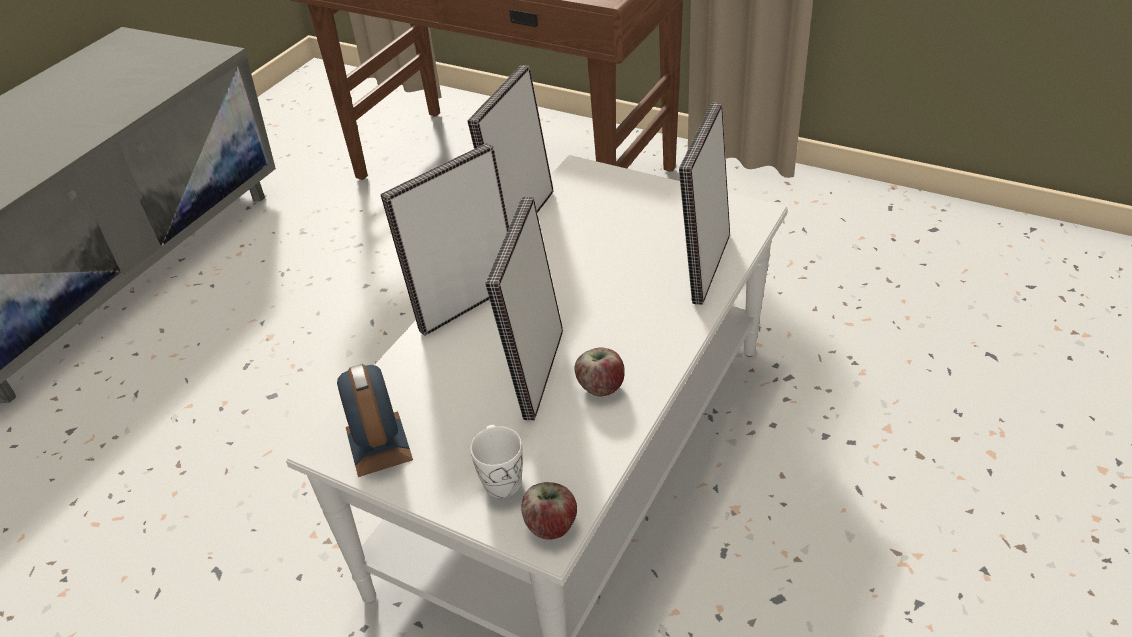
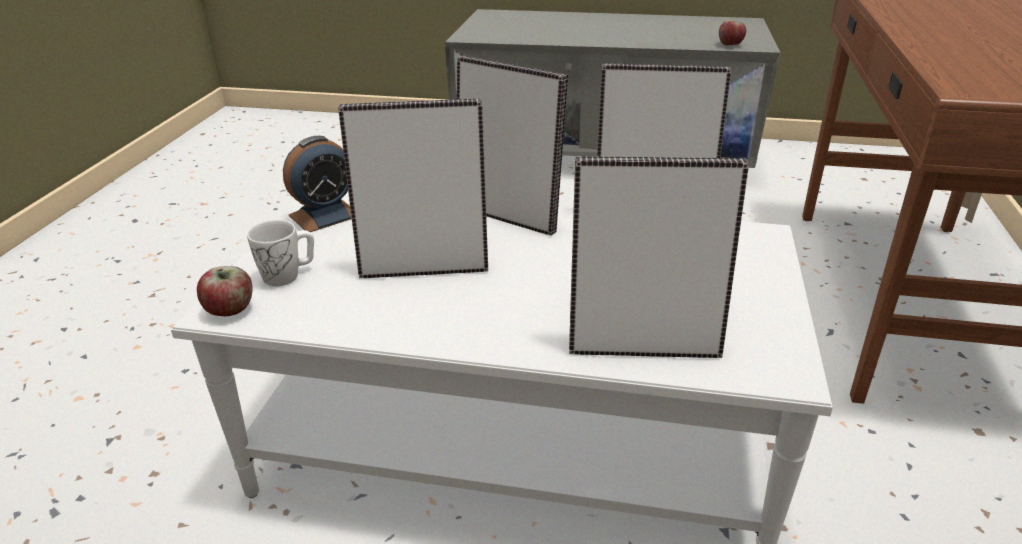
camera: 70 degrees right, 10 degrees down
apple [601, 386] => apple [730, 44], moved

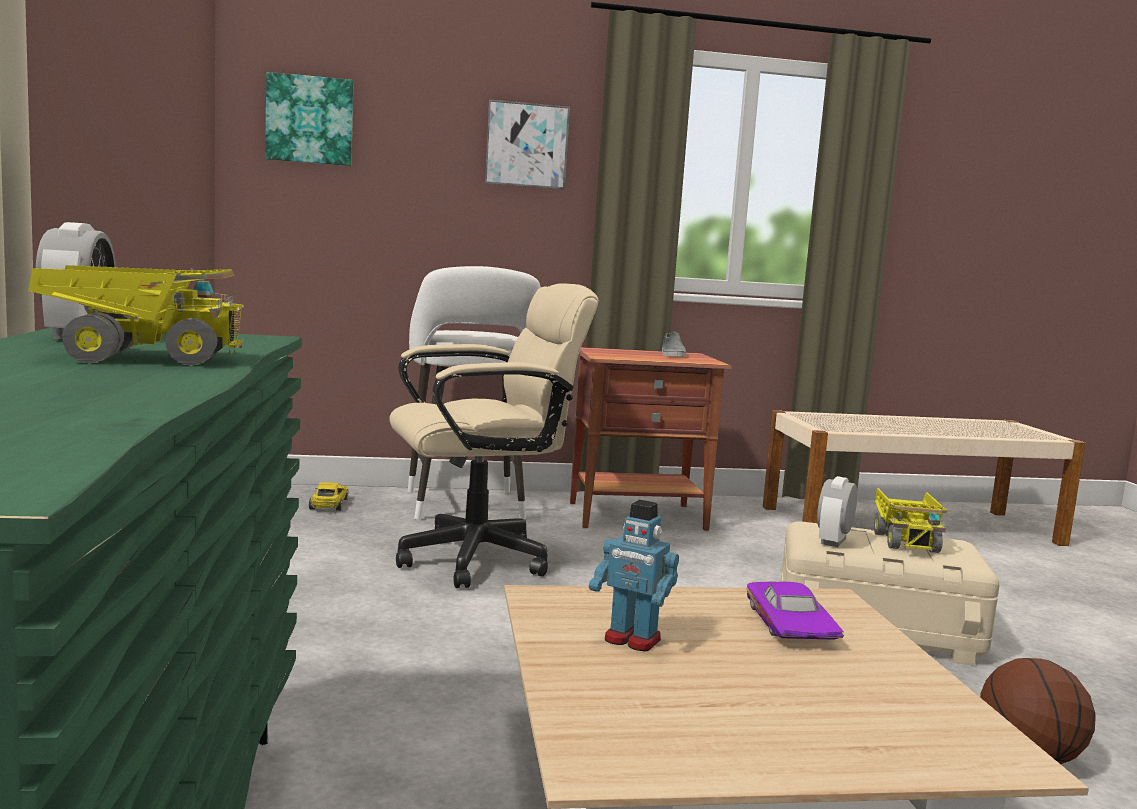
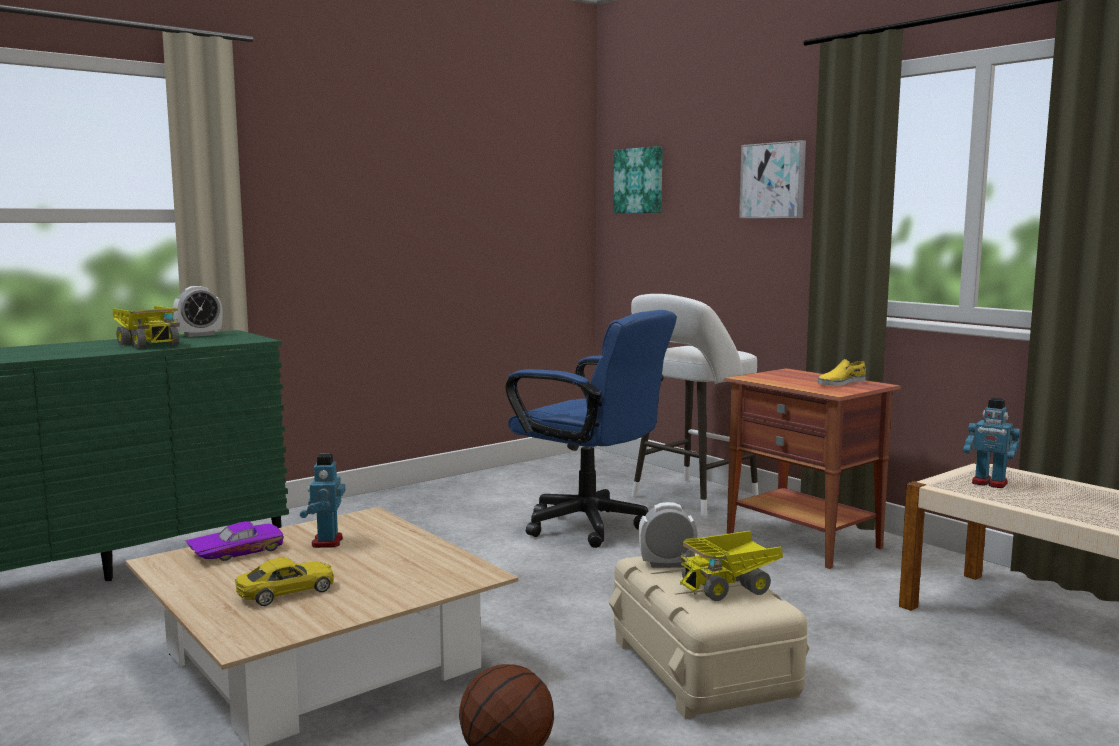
camera: 60 degrees right, 0 degrees up
nothing => toy robot [989, 483]
yellow toy car [329, 504] => yellow toy car [286, 592], moved
purple toy car [786, 626] => purple toy car [235, 551], moved
beige office chair [482, 560] => blue office chair [592, 528]
grey shoe [672, 355] => yellow shoe [840, 383]

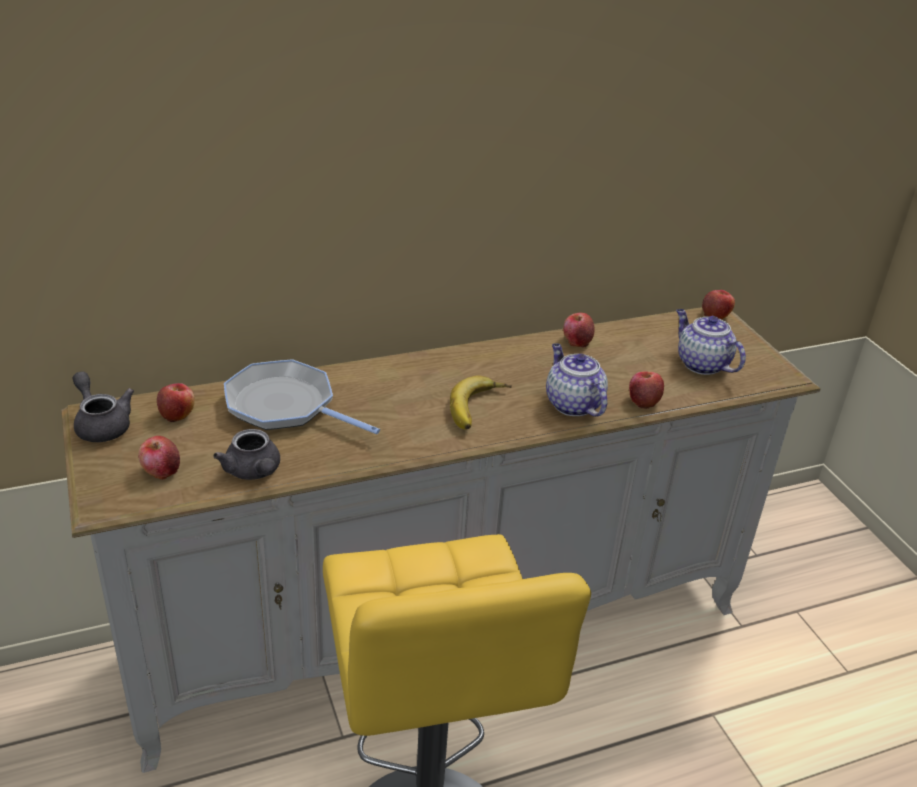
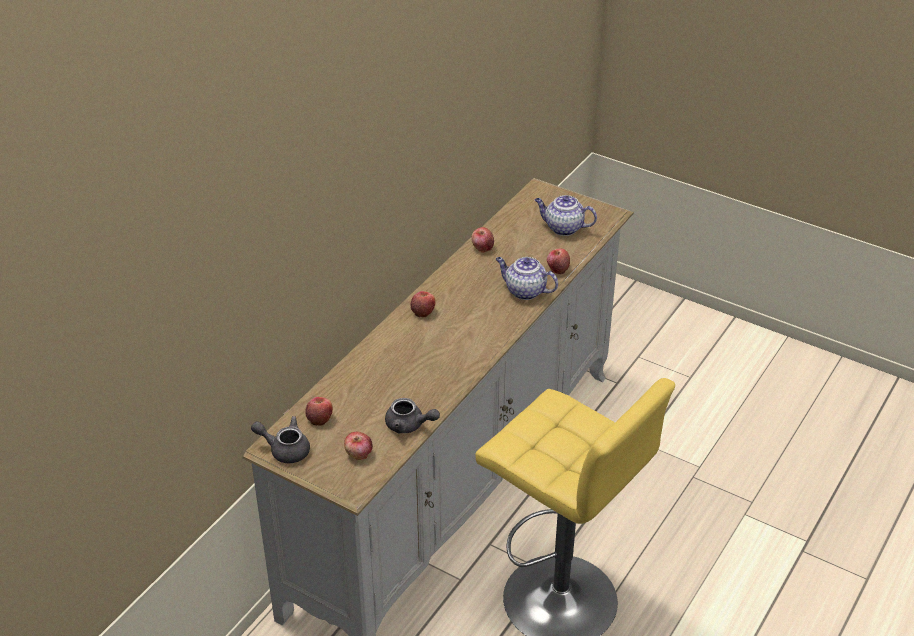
camera: 35 degrees left, 5 degrees up
frying pan [285, 406] => nothing
banana [480, 409] => nothing
apple [715, 315] => apple [423, 311], moved

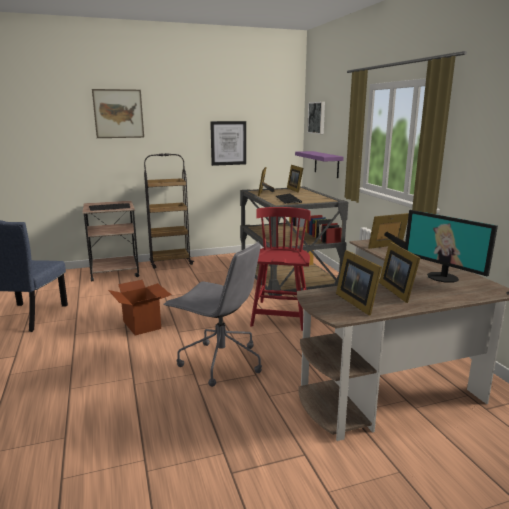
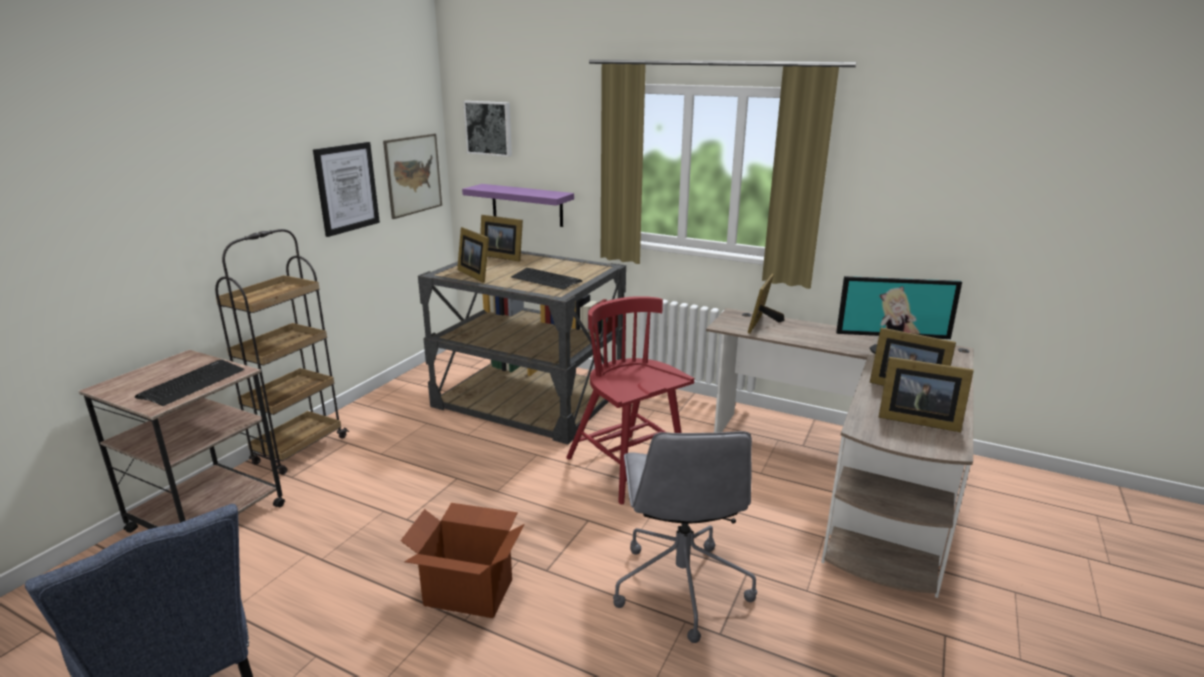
camera: 45 degrees left, 5 degrees up
picture [118, 114] => picture [413, 175], moved
grey office chair [218, 362] => grey office chair [679, 583], 105 degrees clockwise

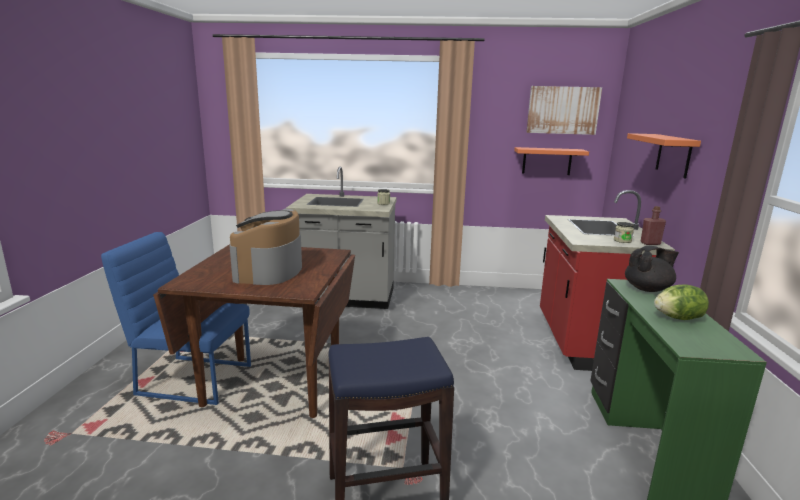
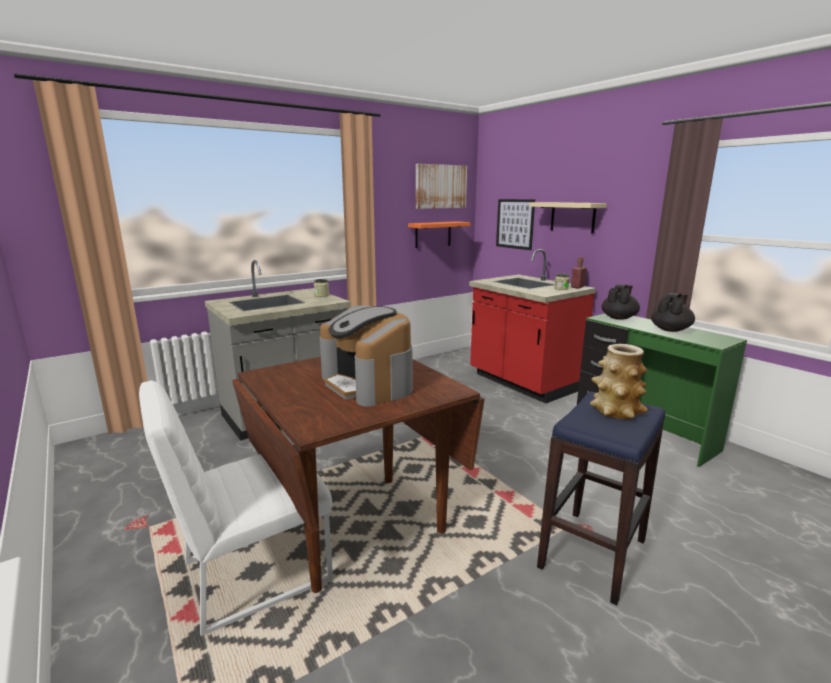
camera: 40 degrees left, 0 degrees up
nothing => picture [515, 224]
nothing => vase [615, 411]
lettuce [678, 318] => black teapot [670, 330]
blue chair [192, 378] => white chair [252, 572]
orange shelf [673, 155] => beige shelf [572, 217]

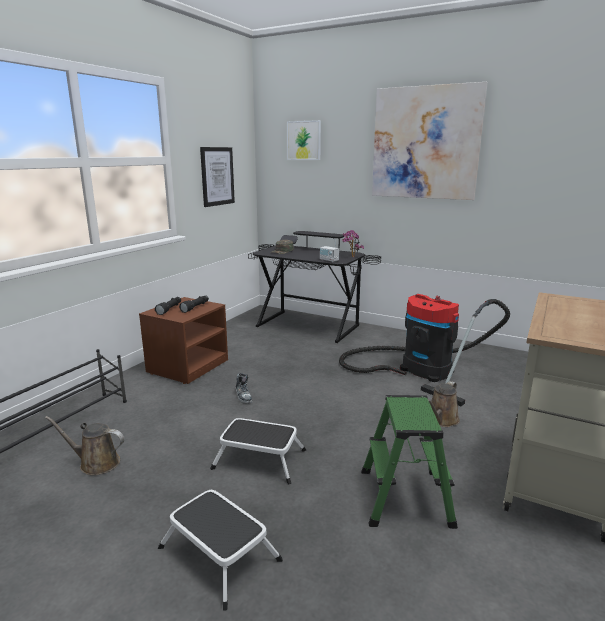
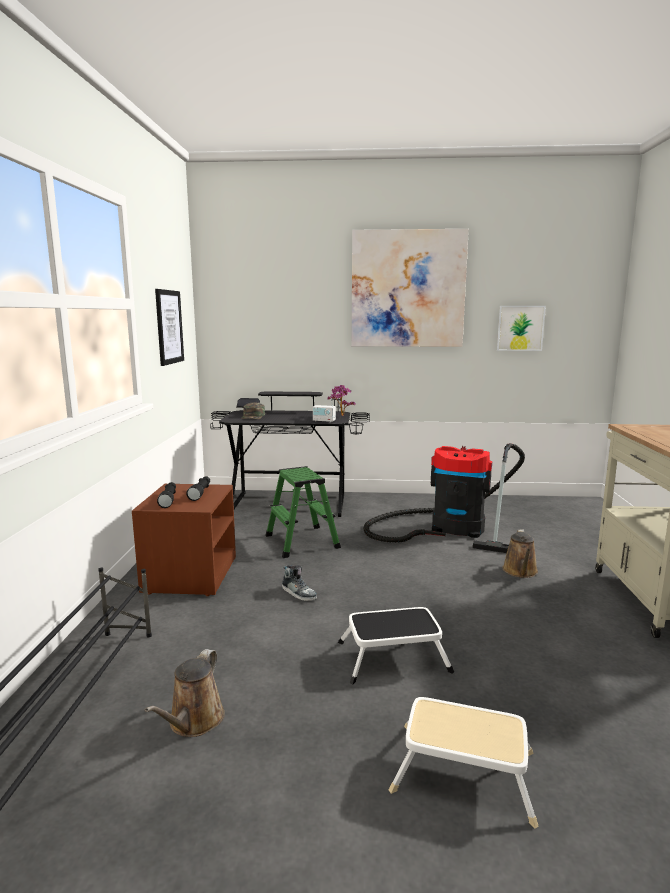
camera: 25 degrees left, 5 degrees down
picture [304, 140] => picture [520, 328], moved
green step ladder [405, 497] => green step ladder [302, 541], moved
black step ladder [219, 553] => beige step ladder [464, 770]
brown watering can [96, 463] => brown watering can [194, 722], 60 degrees counterclockwise

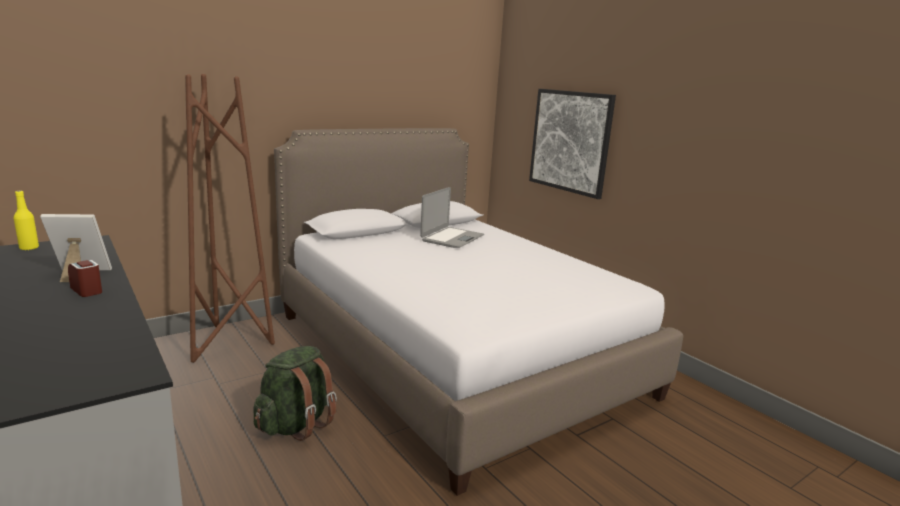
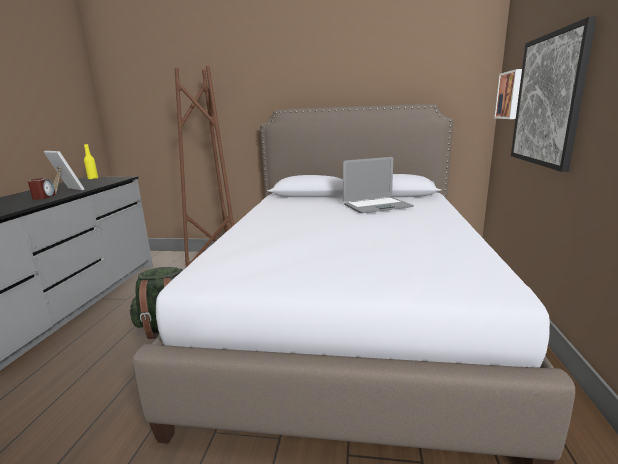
camera: 45 degrees right, 0 degrees up
nothing => picture [510, 95]

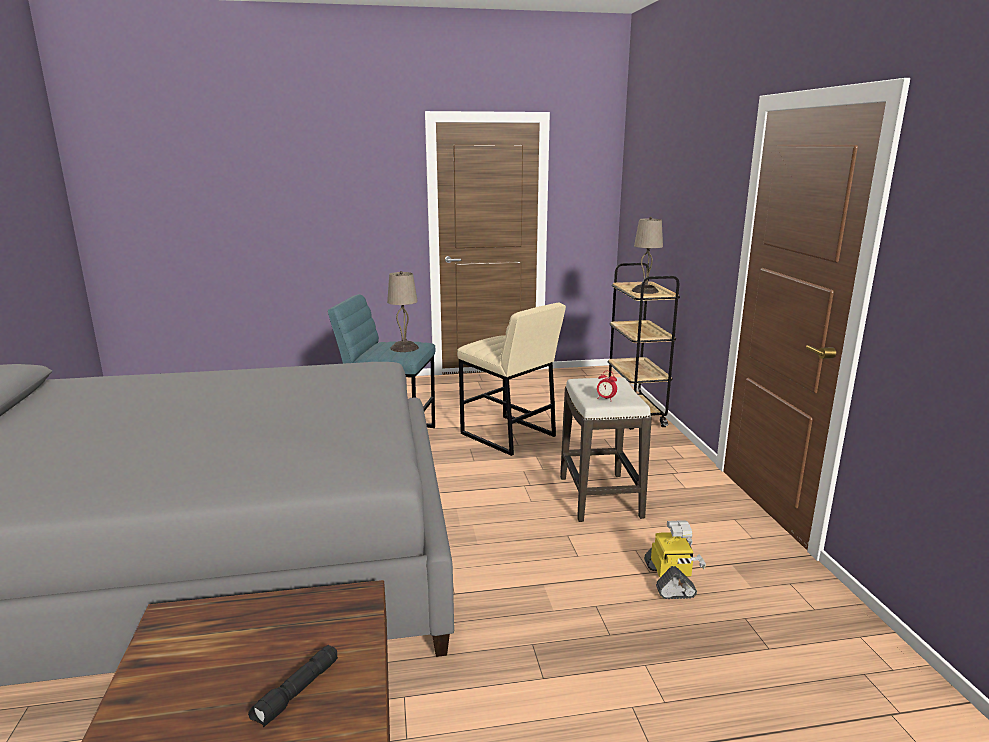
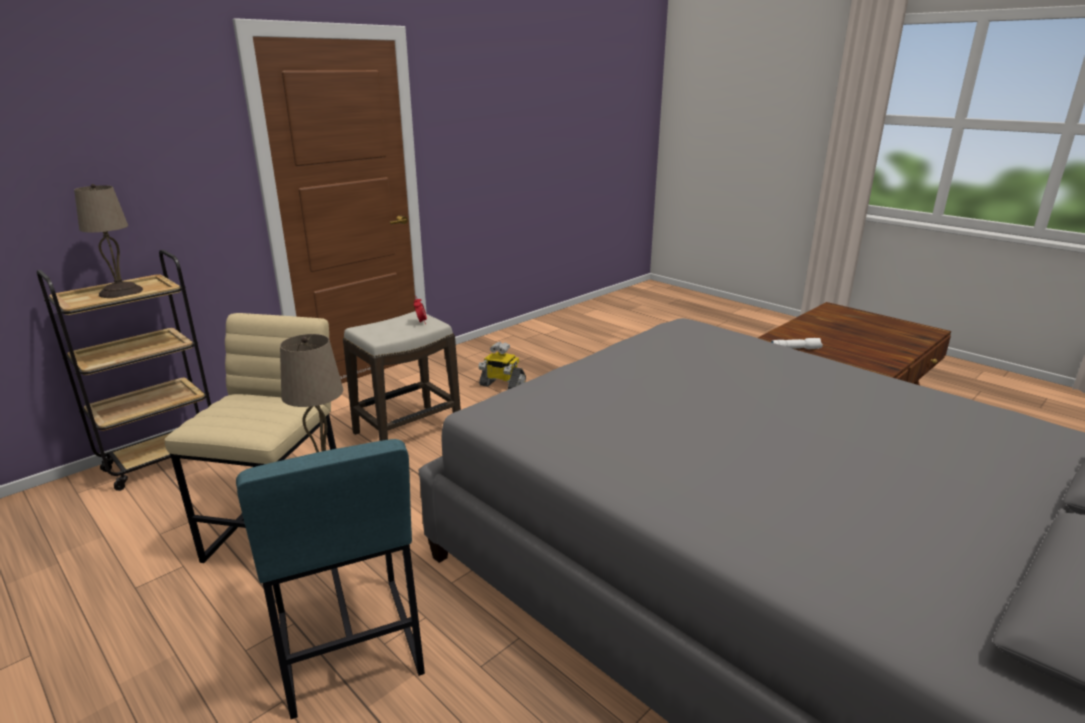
camera: 125 degrees left, 5 degrees up
black flashlight [297, 693] => white flashlight [795, 348]
toy robot [670, 581] => toy robot [502, 385], 120 degrees counterclockwise

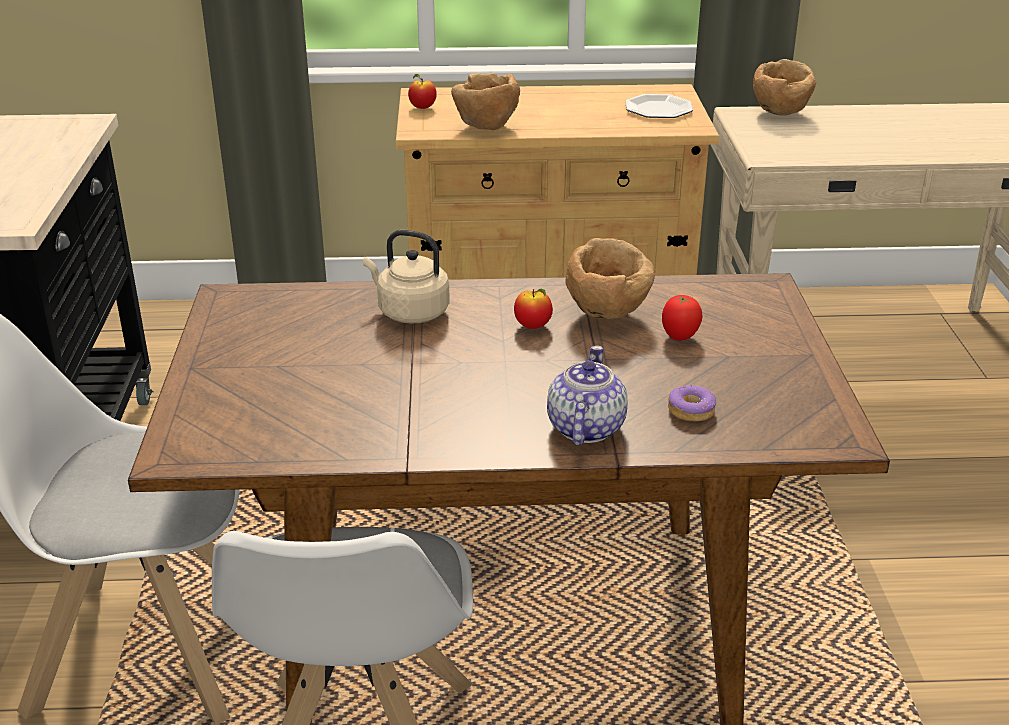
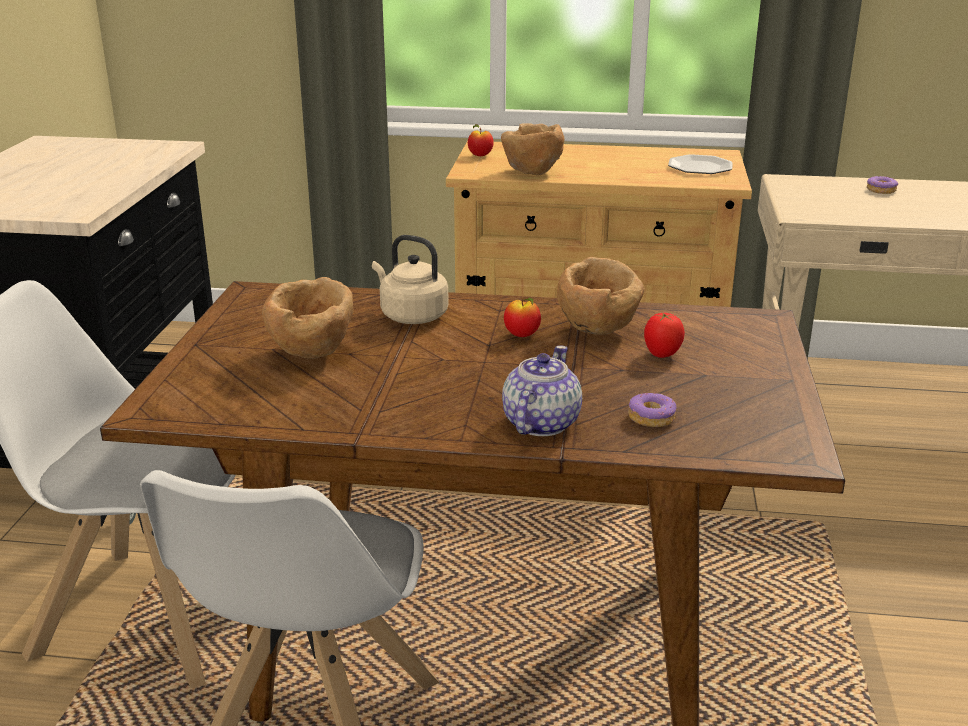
camera: 10 degrees right, 5 degrees down
nothing => donut [881, 190]
brown bowl [780, 113] => brown bowl [313, 354], moved

